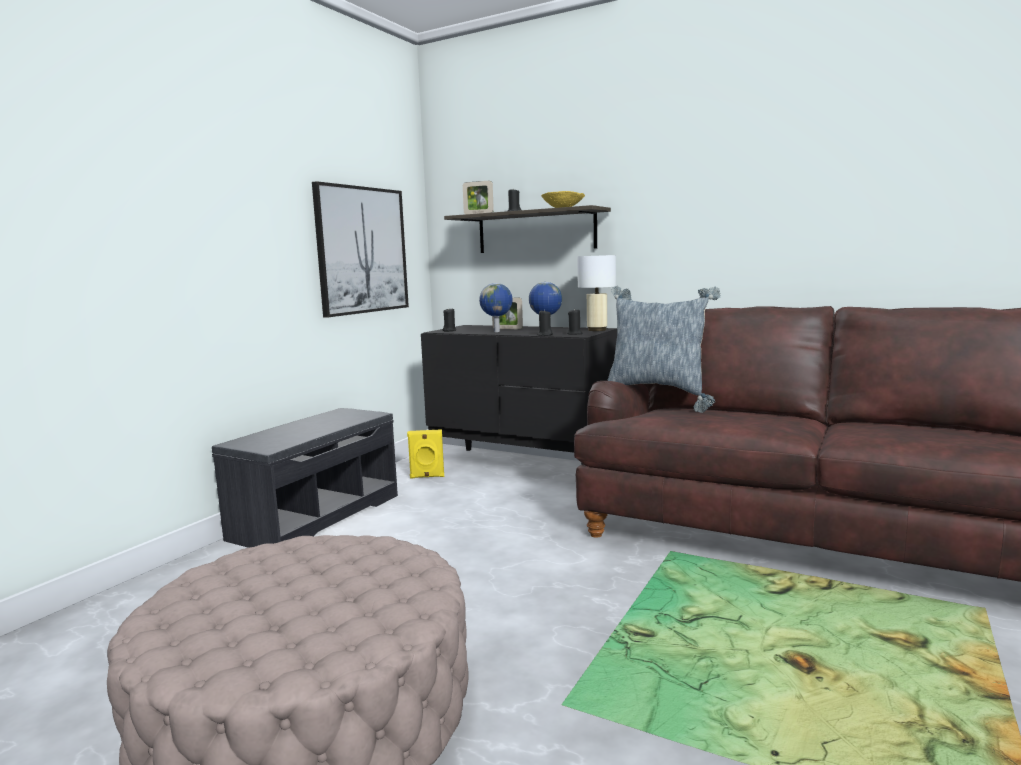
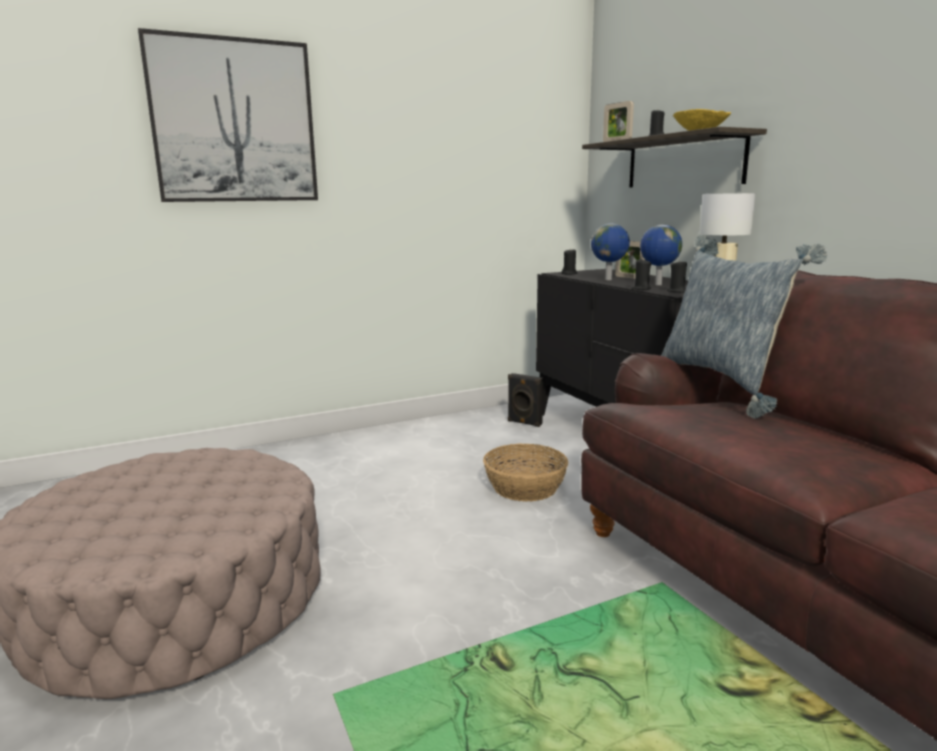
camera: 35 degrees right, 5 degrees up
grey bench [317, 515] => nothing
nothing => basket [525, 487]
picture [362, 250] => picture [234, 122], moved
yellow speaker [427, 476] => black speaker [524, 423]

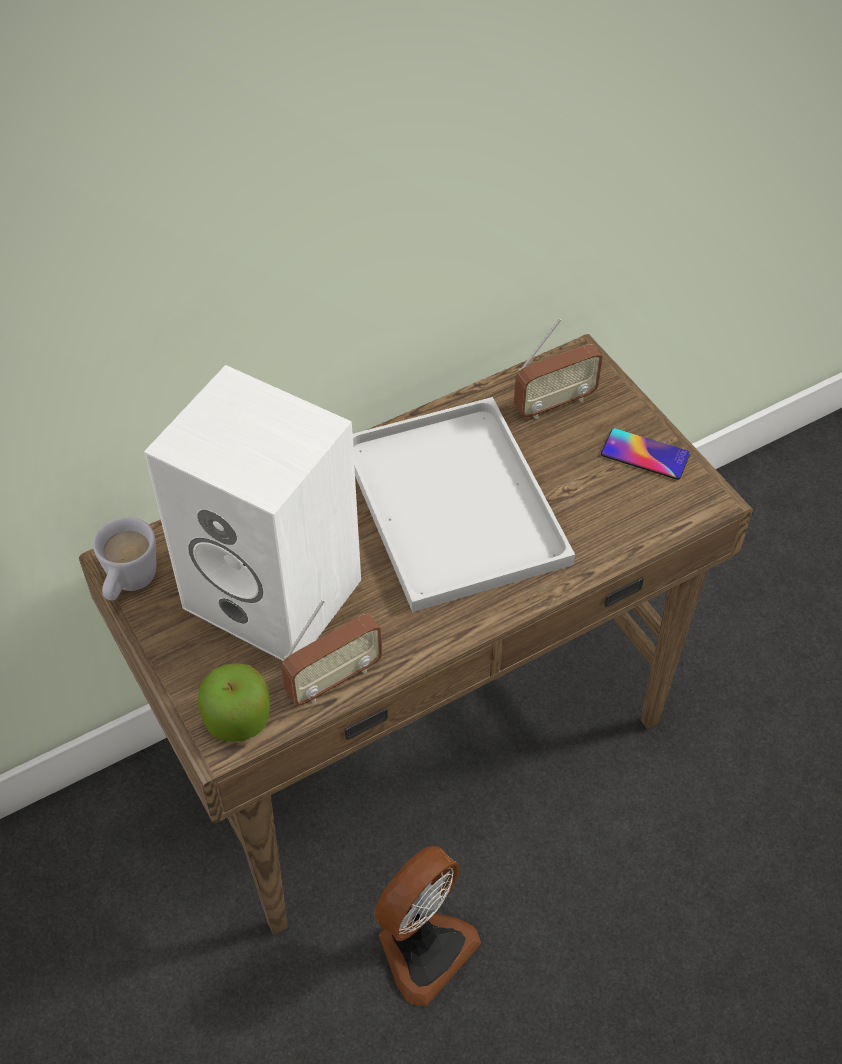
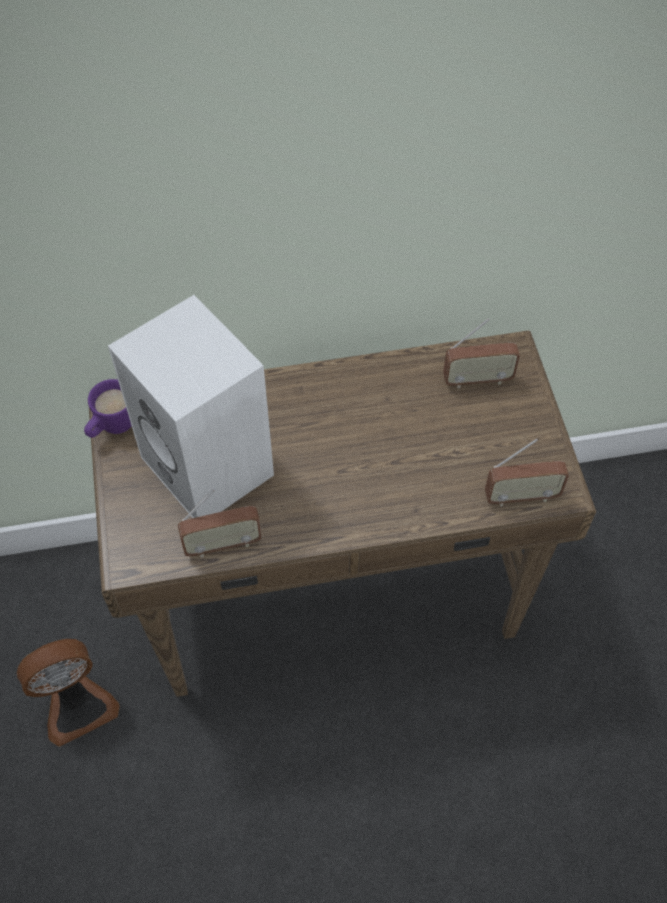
camera: 20 degrees right, 5 degrees up
apple [237, 718] => nothing
white tray [450, 501] => nothing
phone [645, 454] => nothing
nothing => radio [521, 496]
fan [422, 947] => fan [77, 705], moved
white mug [129, 584] => purple mug [112, 427]

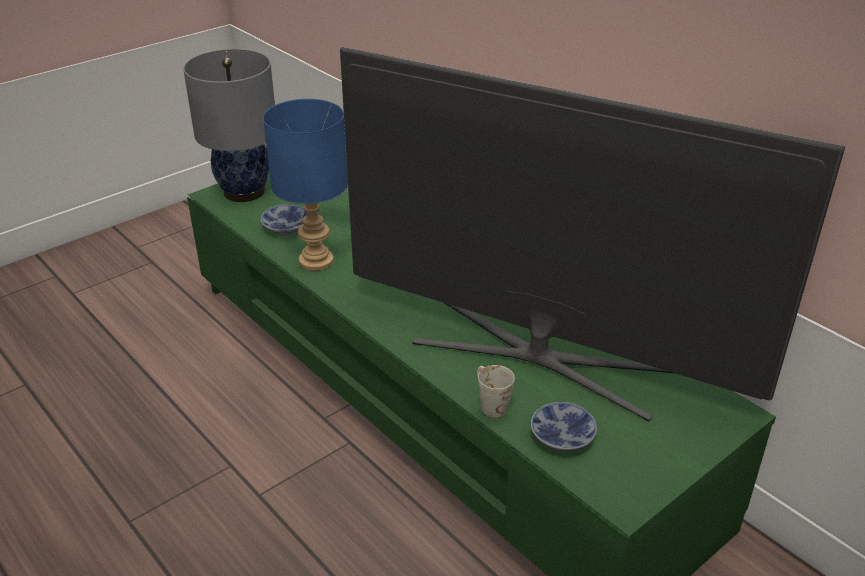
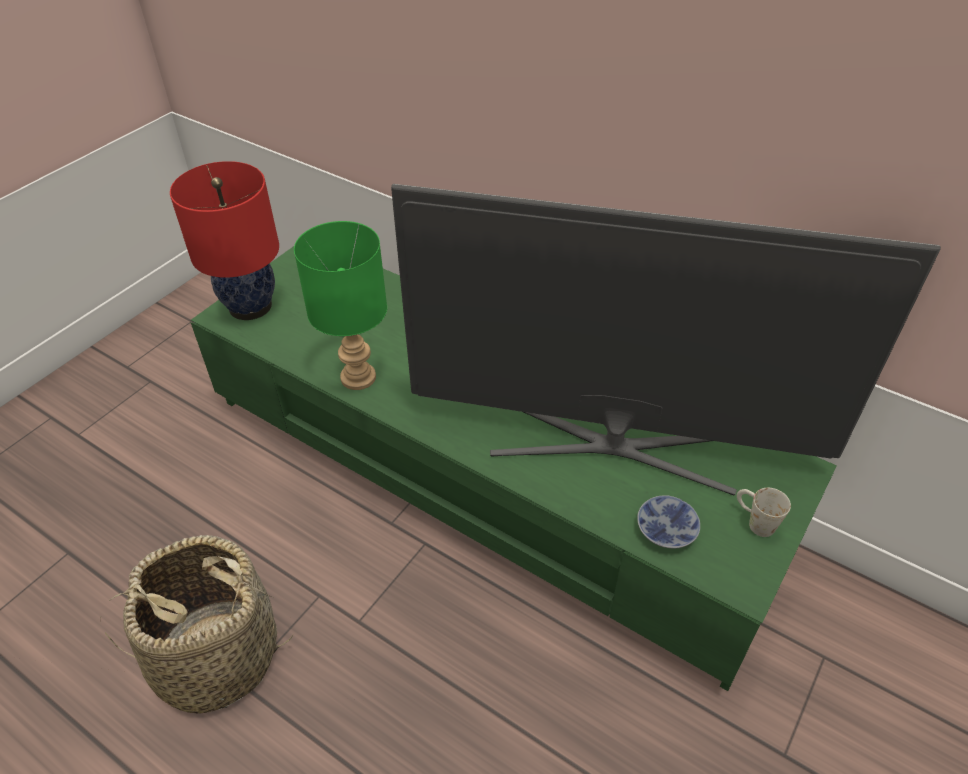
camera: 15 degrees left, 10 degrees up
bowl [284, 227] => nothing
nothing => basket [216, 656]
white mug [489, 403] => white mug [754, 521], moved
grey table lamp [244, 192] => red table lamp [250, 306]
blue table lamp [314, 261] => green table lamp [357, 378]

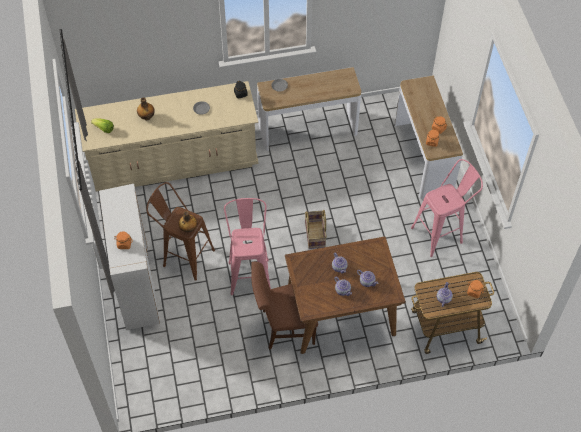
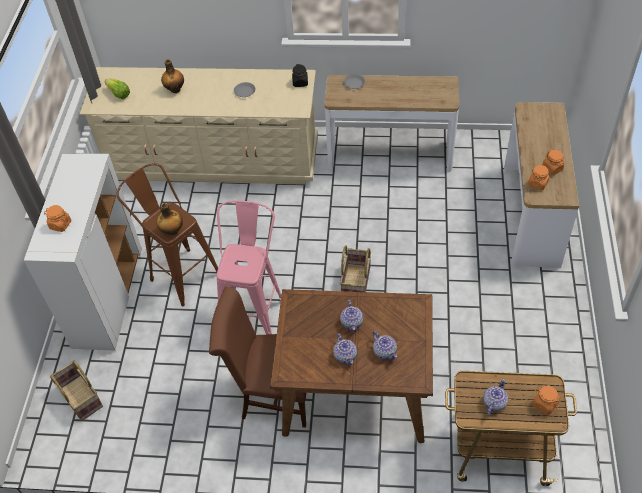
camera: 20 degrees right, 5 degrees down
pink stool [441, 233] => nothing
nothing => basket [80, 398]

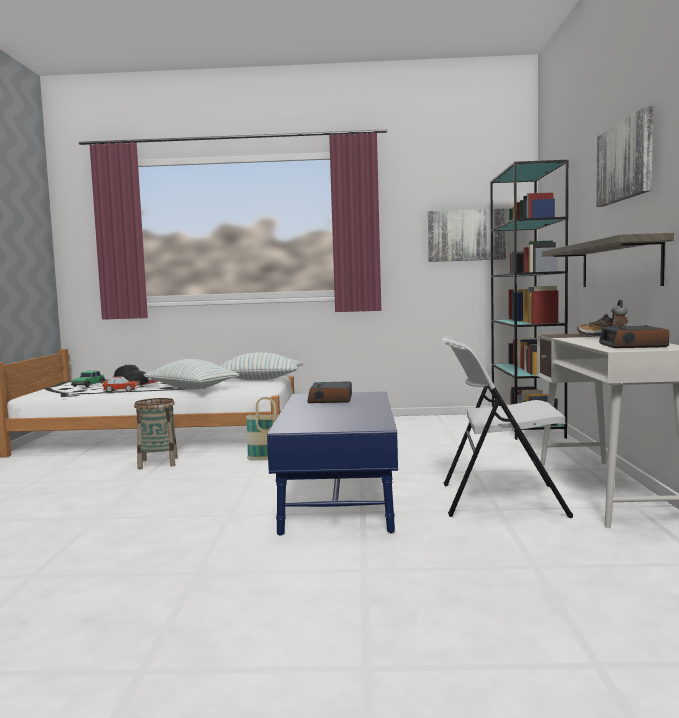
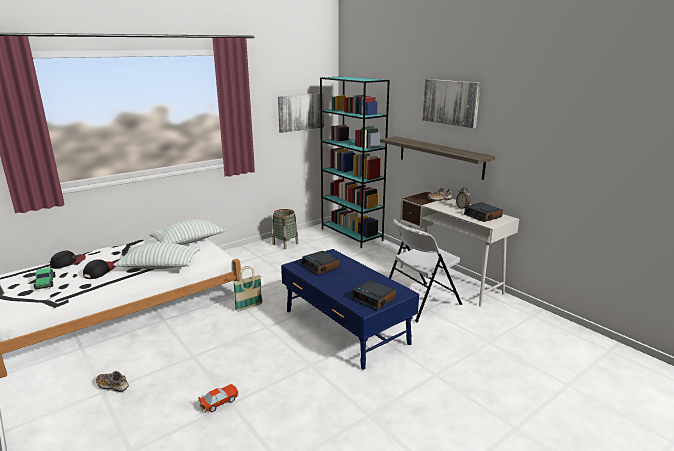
camera: 40 degrees left, 15 degrees up
nothing => shoe [113, 386]
nothing => alarm clock [374, 299]
toy car [122, 390] => toy car [219, 402], moved
basket [158, 463] => basket [285, 244], moved

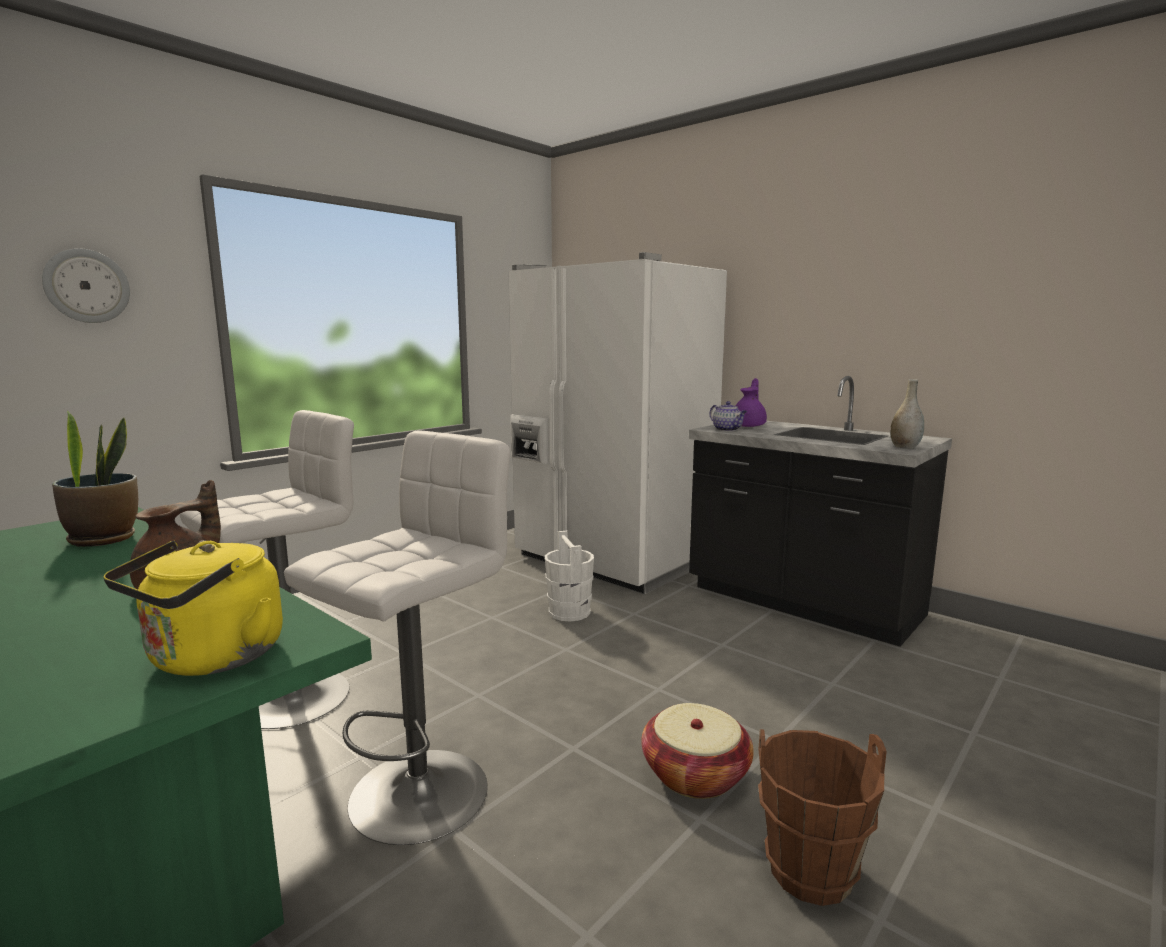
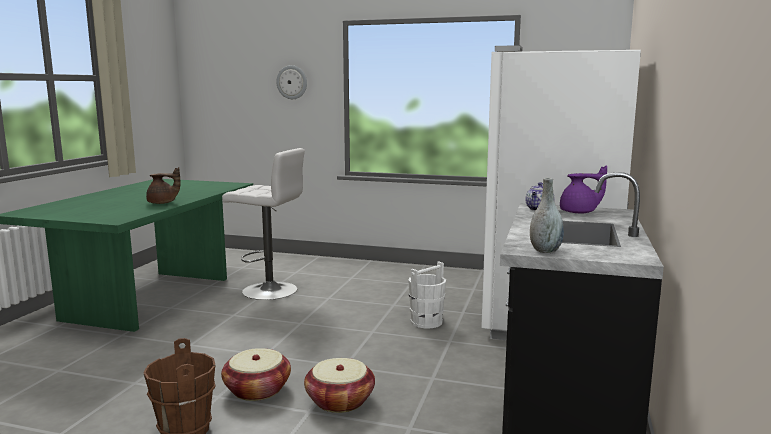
camera: 65 degrees right, 0 degrees up
potted plant [104, 539] => nothing
yellow kettle [211, 659] => nothing
white stool [421, 794] => nothing
nothing => basket [340, 401]

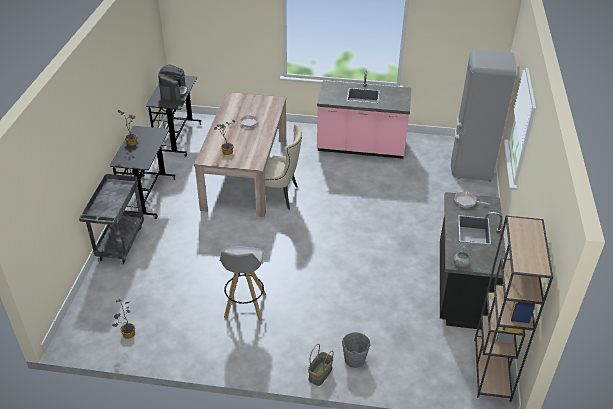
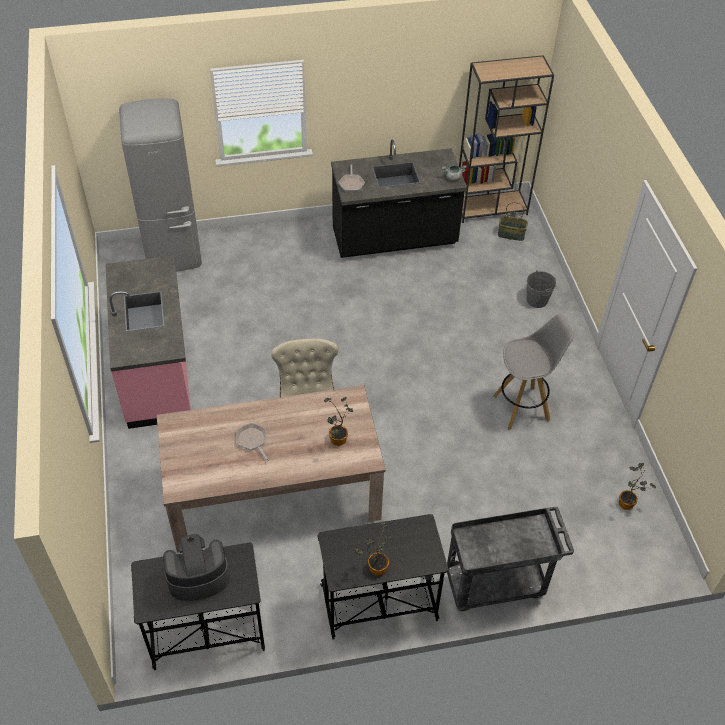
camera: 110 degrees left, 10 degrees up
basket [320, 374] => basket [511, 234], moved

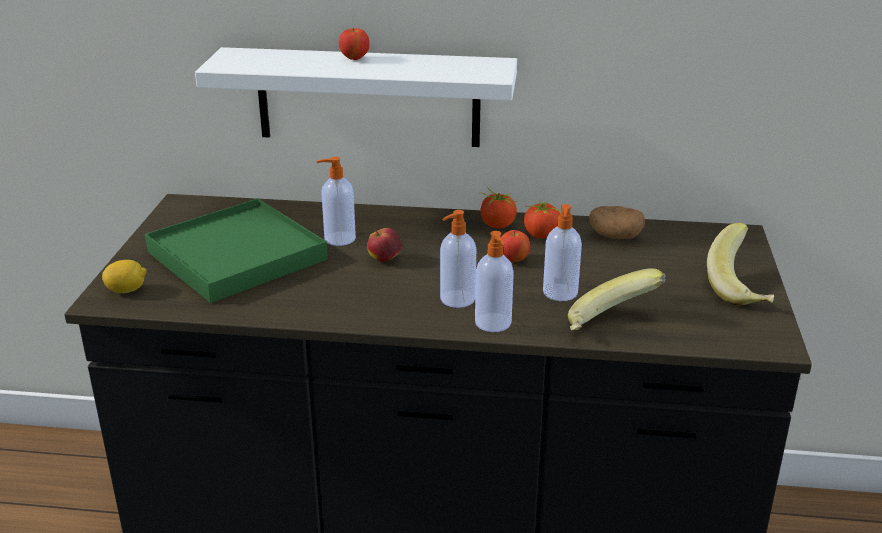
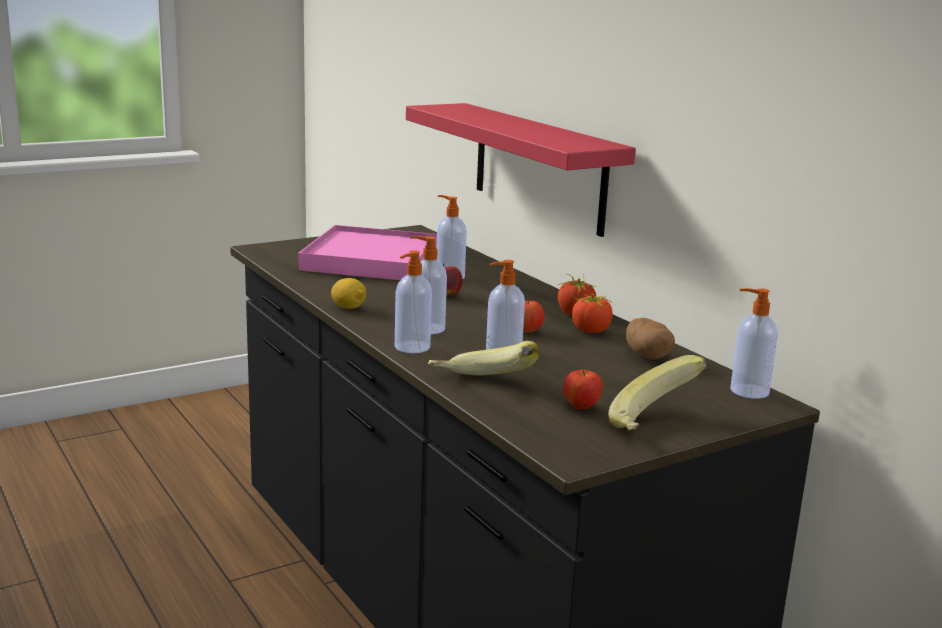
camera: 50 degrees right, 10 degrees down
nothing => soap dispenser [747, 391]
lemon [127, 290] => lemon [348, 307], moved
apple [355, 58] => apple [581, 407], moved
green tray [236, 256] => pink tray [371, 260]
white shelf [368, 97] => red shelf [539, 167]

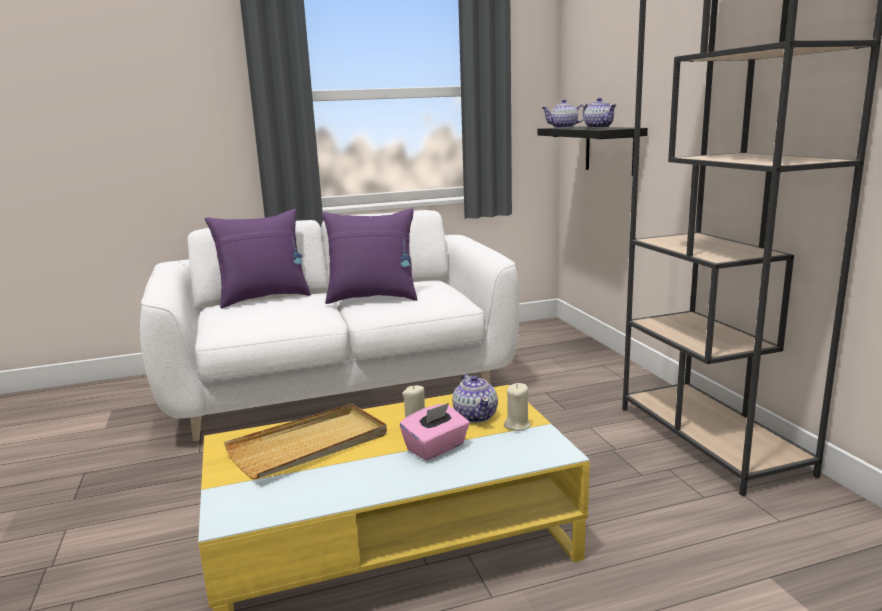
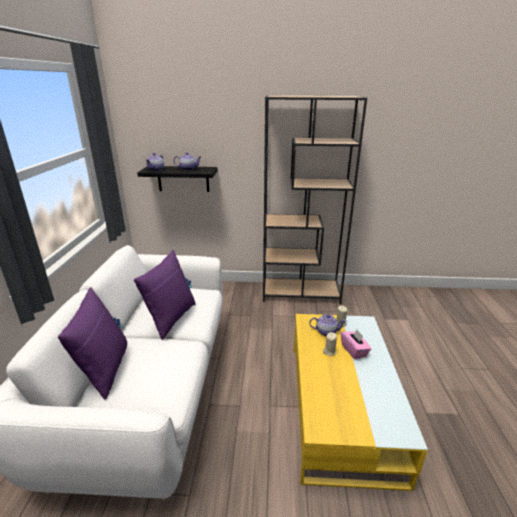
camera: 70 degrees left, 10 degrees up
beige tray [309, 445] => nothing

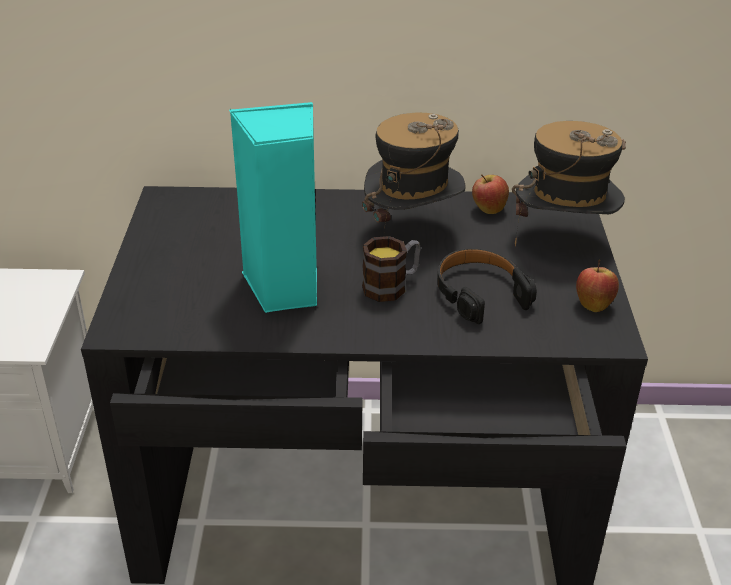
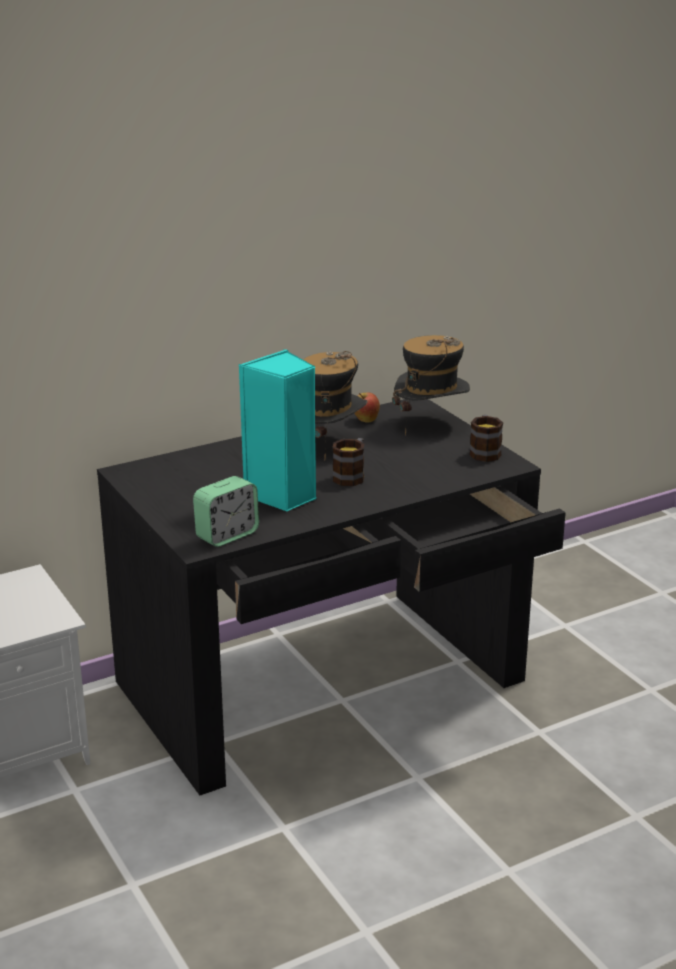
camera: 30 degrees left, 10 degrees down
black headphones [480, 293] => nothing
nothing => alarm clock [227, 535]
apple [593, 304] => mug [484, 452]

